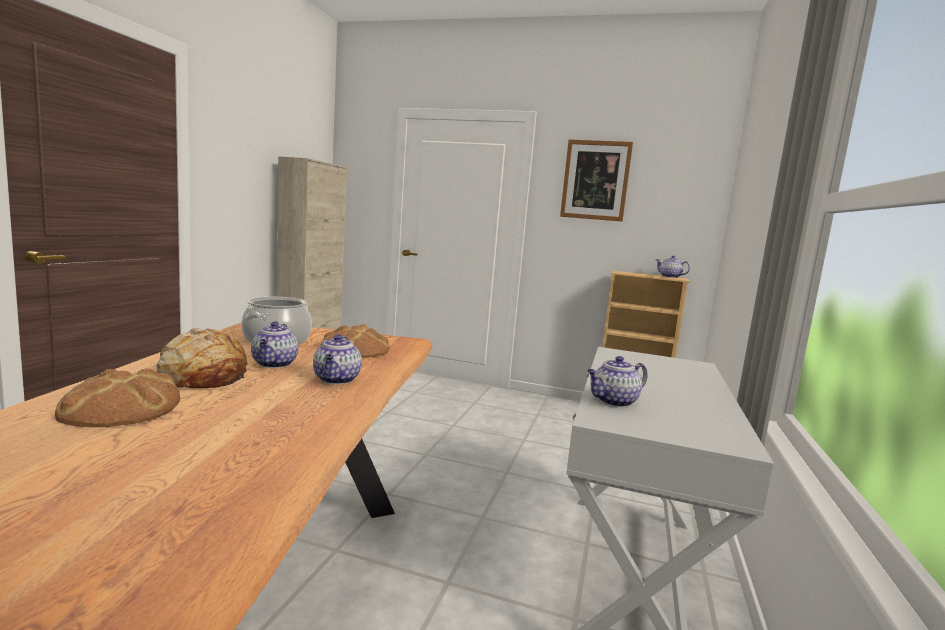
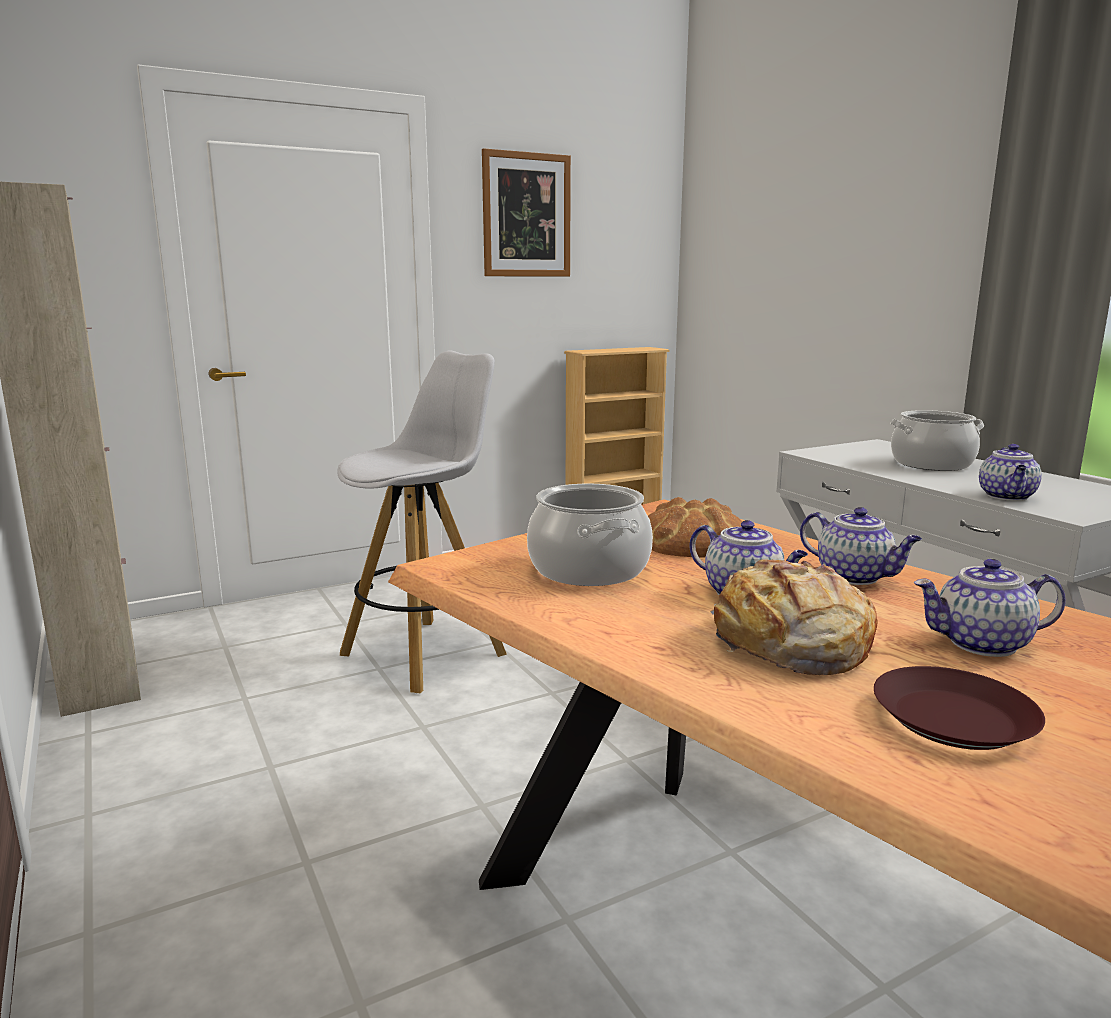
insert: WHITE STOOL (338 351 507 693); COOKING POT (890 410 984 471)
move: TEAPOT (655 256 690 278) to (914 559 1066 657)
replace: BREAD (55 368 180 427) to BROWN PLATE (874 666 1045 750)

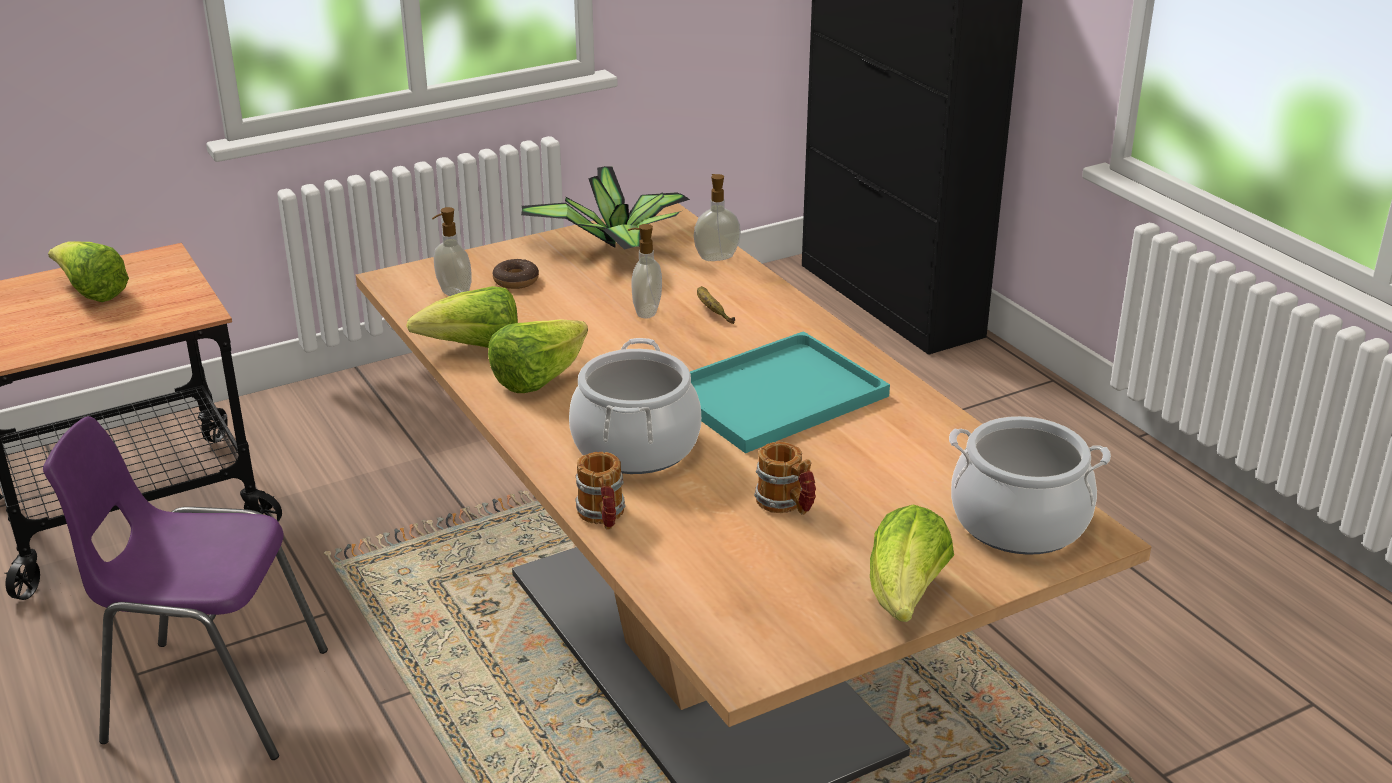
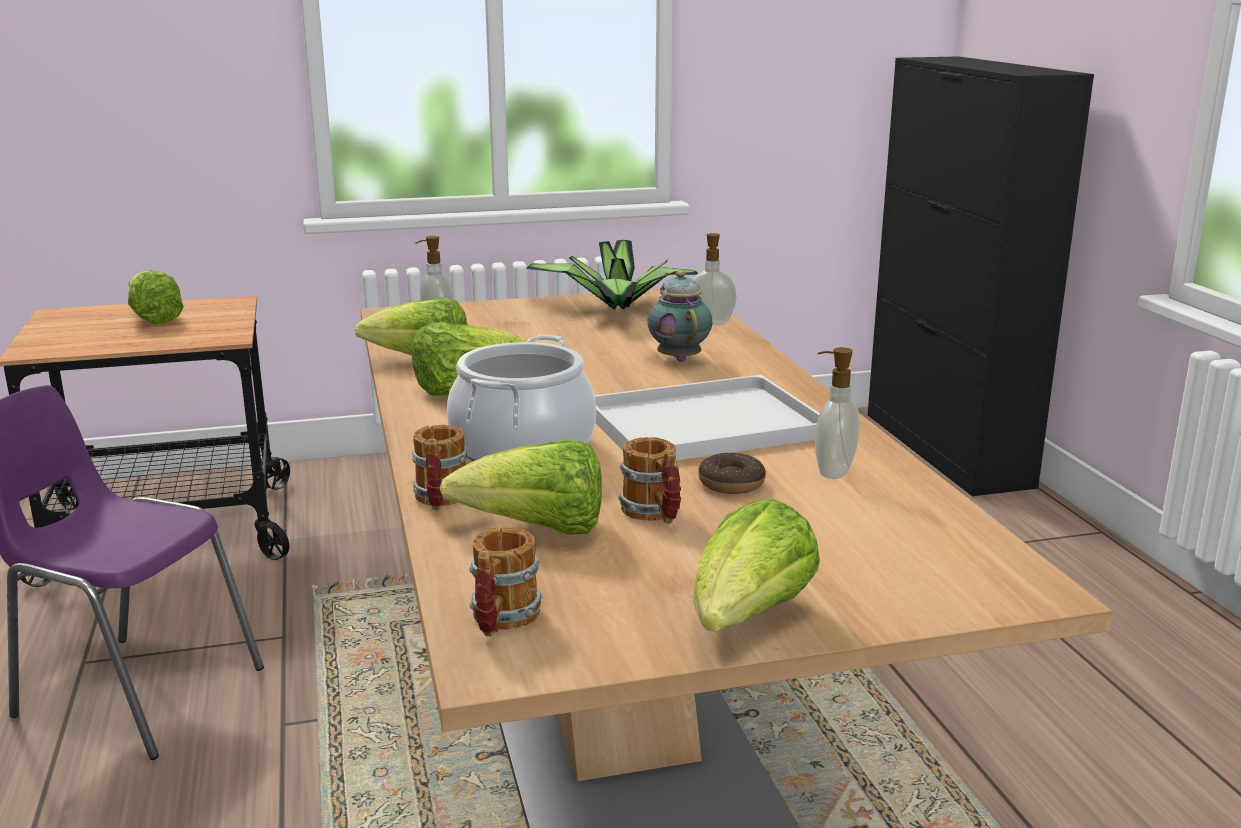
delete: COOKING POT (949 416 1111 555)
insert: LETTUCE (439 439 602 535); MUG (469 527 542 637)
move: DONUT (493 259 539 289) to (698 453 766 494); SOAP DISPENSER (628 224 662 318) to (815 347 860 479)
replace: BANANA (697 286 735 324) to TEAPOT (647 271 712 362)
recolor: TURQUOISE TRAY (690 331 890 453) to WHITE TRAY (594 375 819 461)

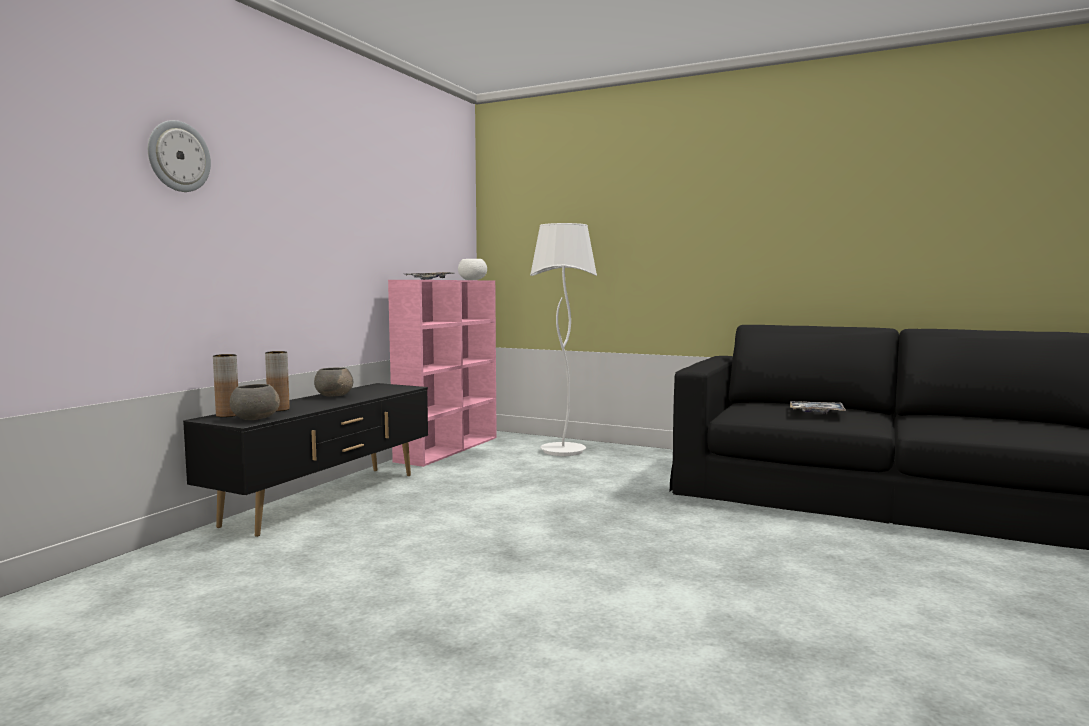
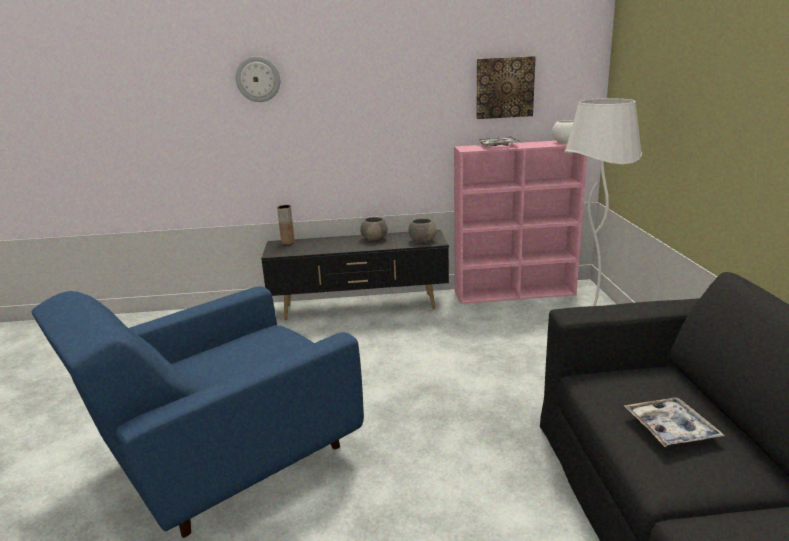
delete: BROWN VASE (265 351 290 411)
insert: BLUE ARMCHAIR (32 286 364 538); PICTURE (476 56 536 119)
move: GREY BOWL (230 384 280 420) to (408 219 437 242)

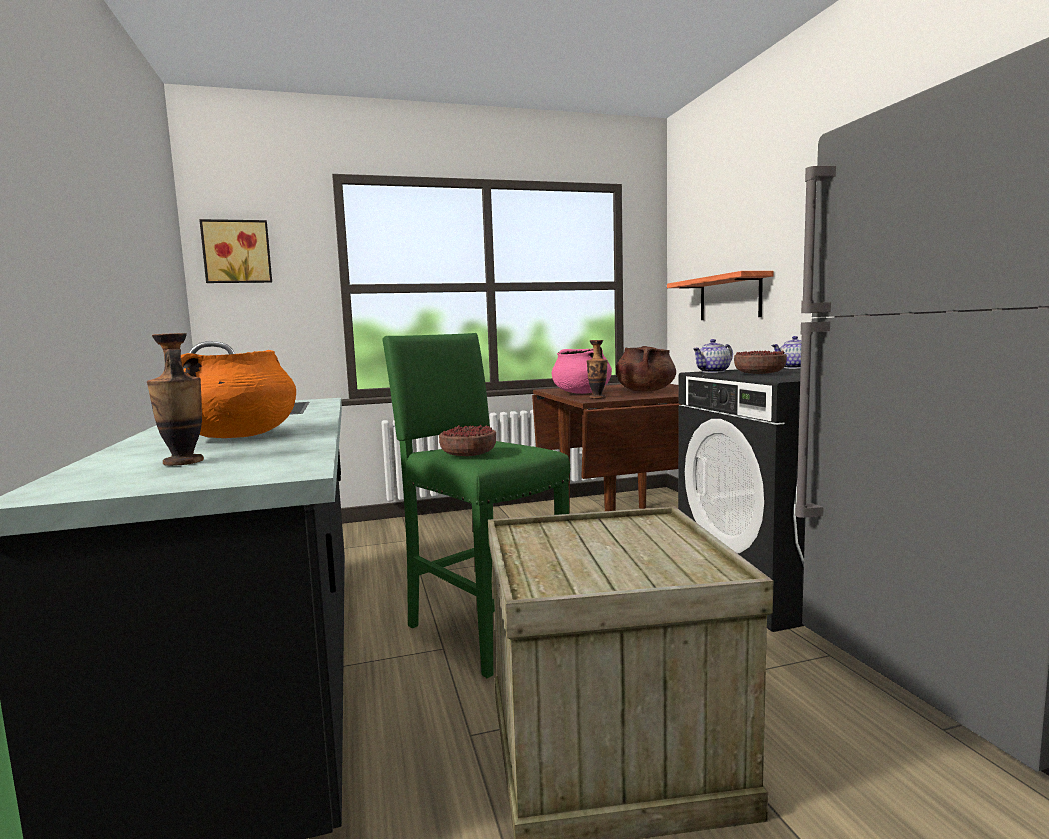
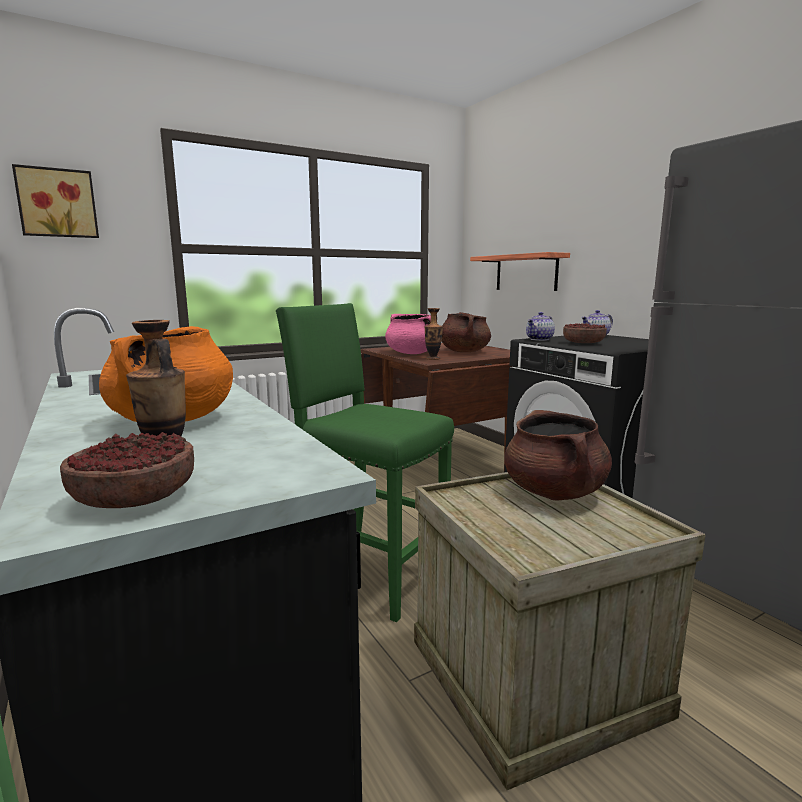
insert: BROWN COOKING POT (504 410 612 501)
move: BOWL (439 425 496 456) to (60 432 194 508)

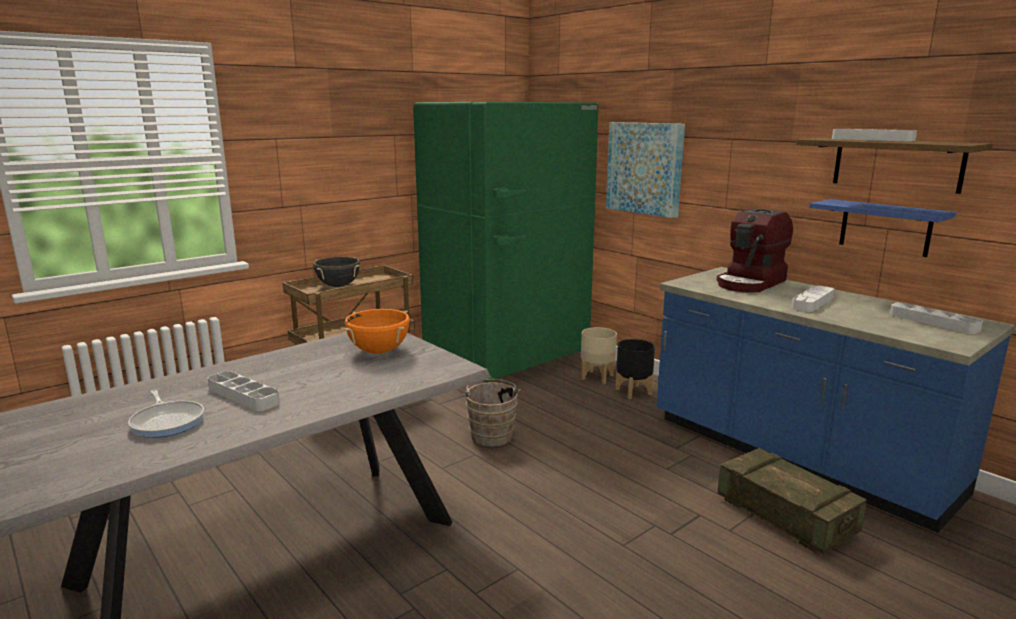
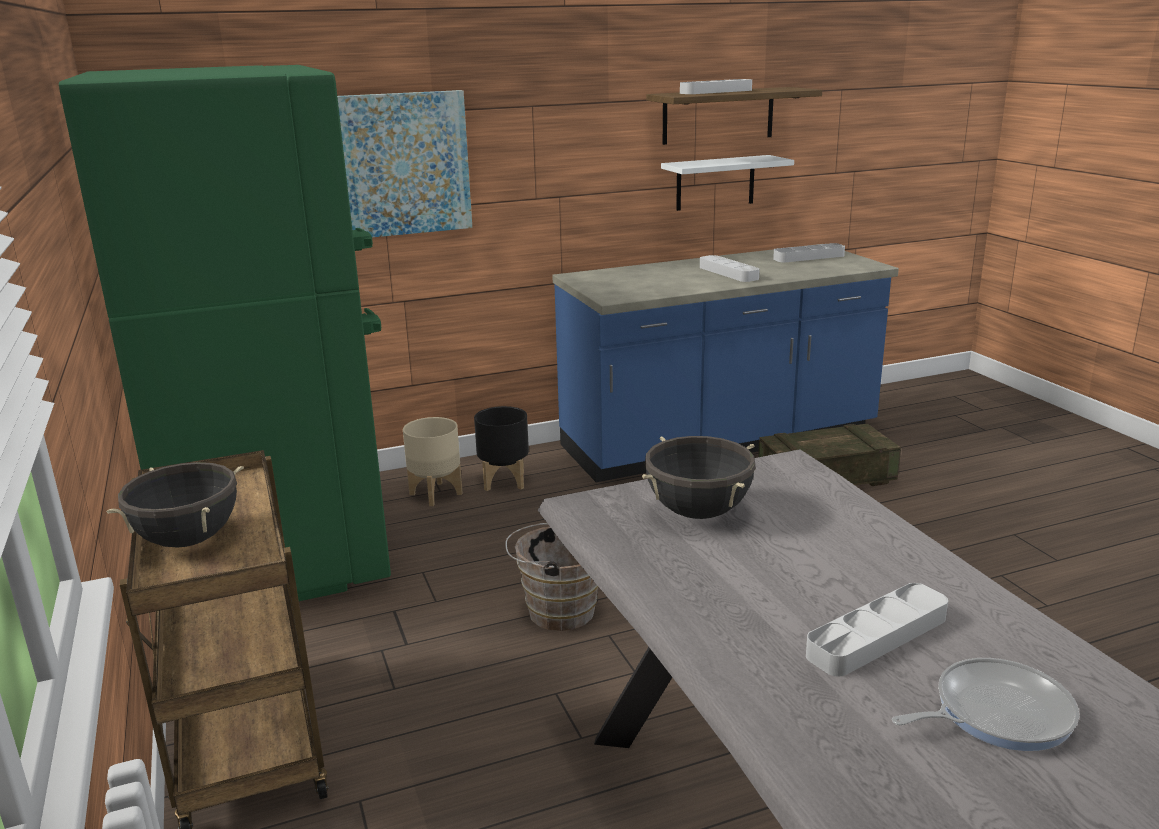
delete: COFFEE MACHINE (717 209 793 293)
recolor: ORANGE COOKING POT (344 309 410 354) to BLACK COOKING POT (642 436 756 519); BLUE SHELF (809 199 956 257) to WHITE SHELF (661 155 794 211)

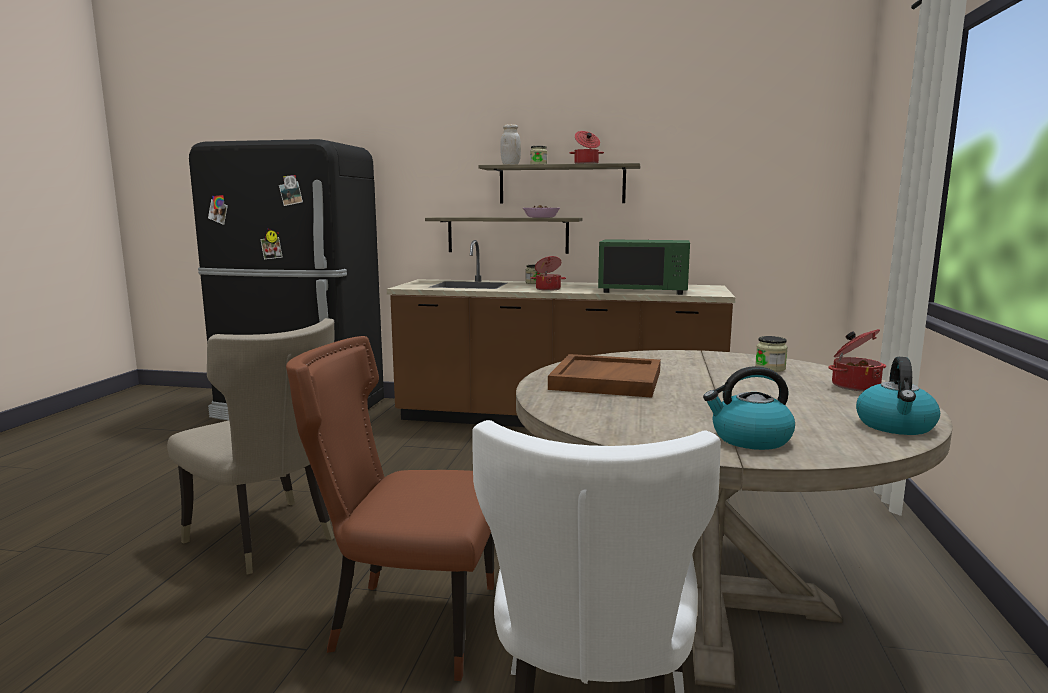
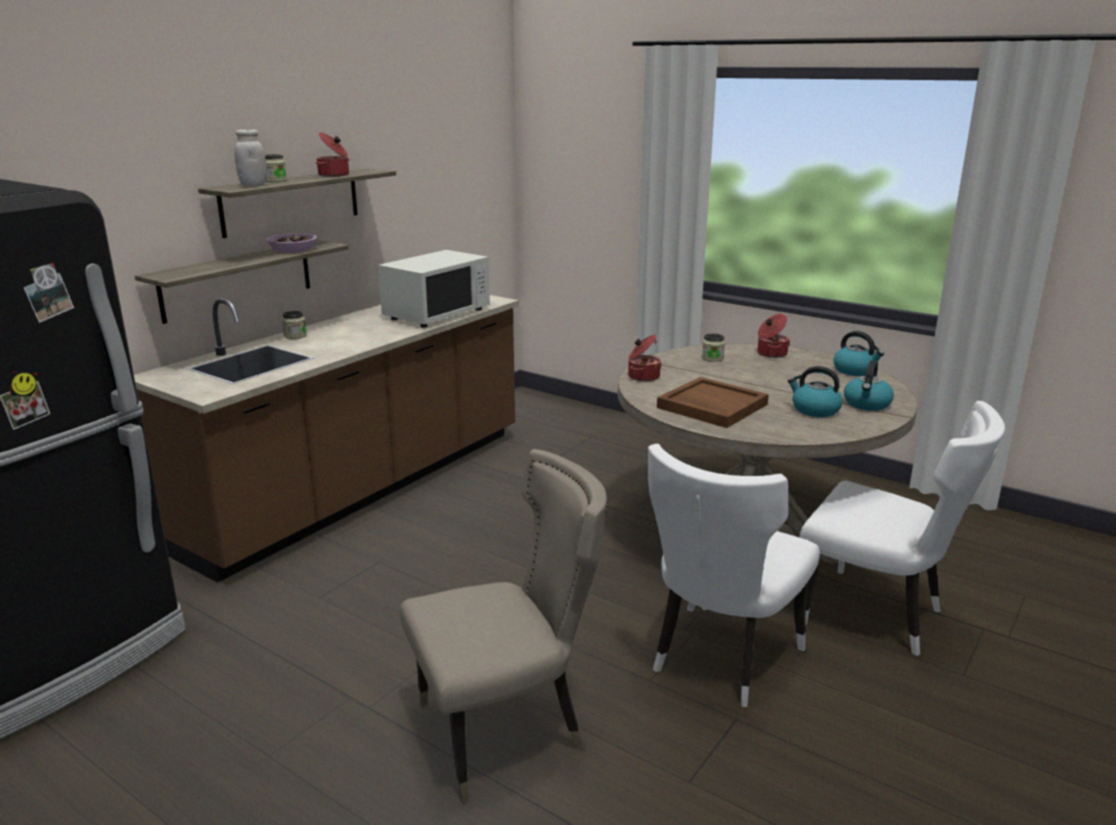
insert: KETTLE (788 366 843 417)
move: COOKING POT (531 256 566 291) to (628 335 662 382)
recolor: GREEN MICROWAVE (598 239 690 295) to WHITE MICROWAVE (378 250 490 327); BROWN CHAIR (286 336 494 681) to WHITE CHAIR (648 444 820 707)

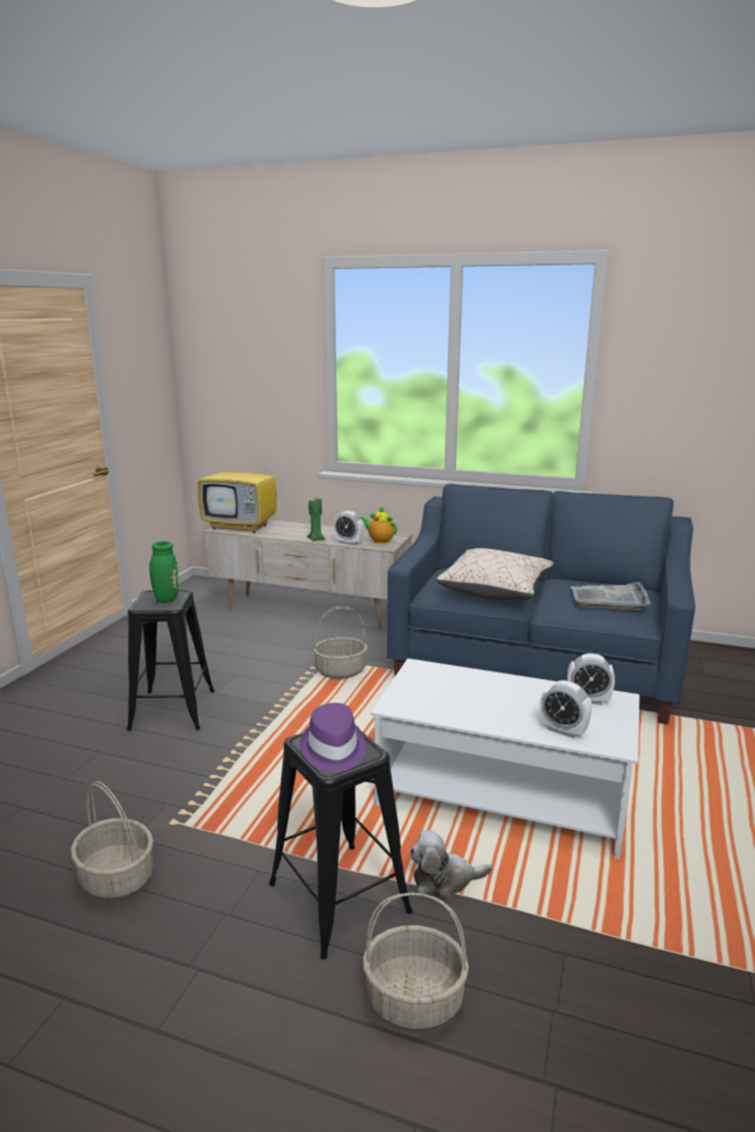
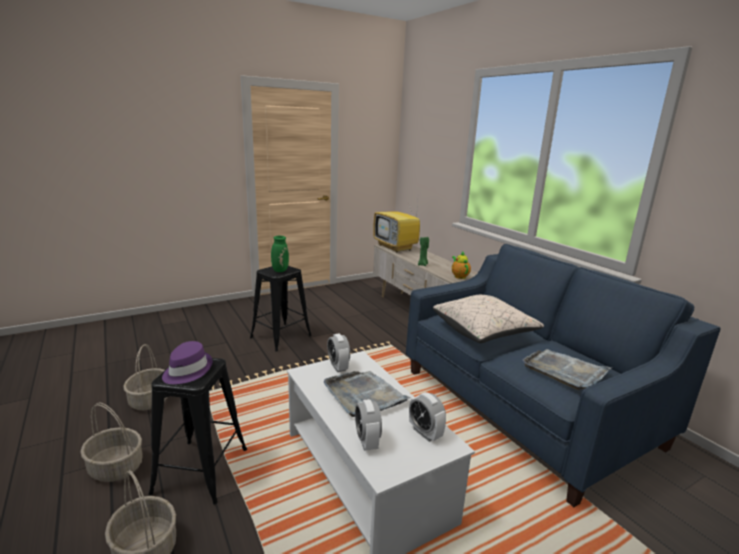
delete: PLUSH TOY (409 830 493 899)
insert: GREY TRAY (324 371 410 417)
move: BASKET (313 606 368 679) to (80 402 143 482); ALARM CLOCK (334 511 364 545) to (327 334 350 372)

